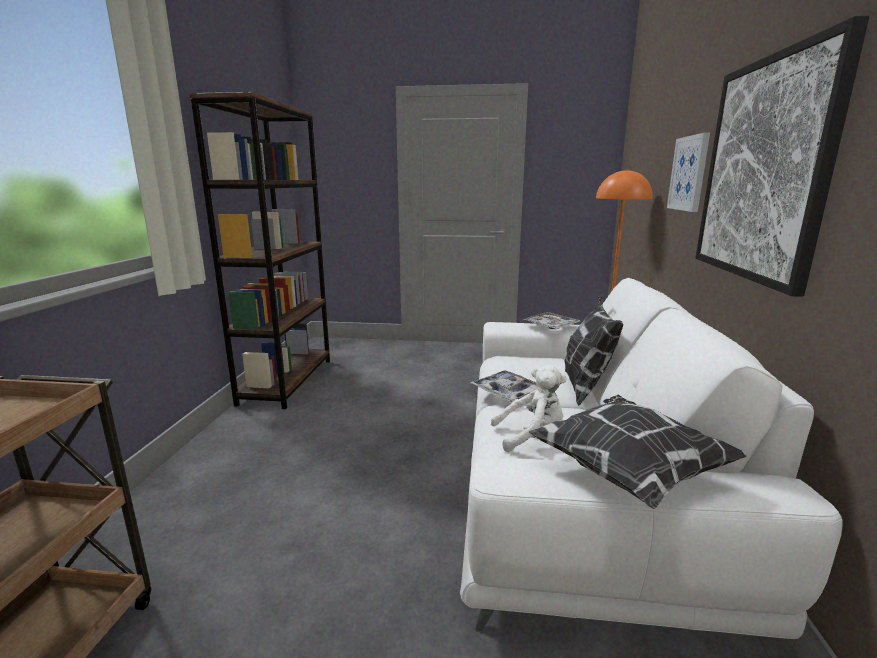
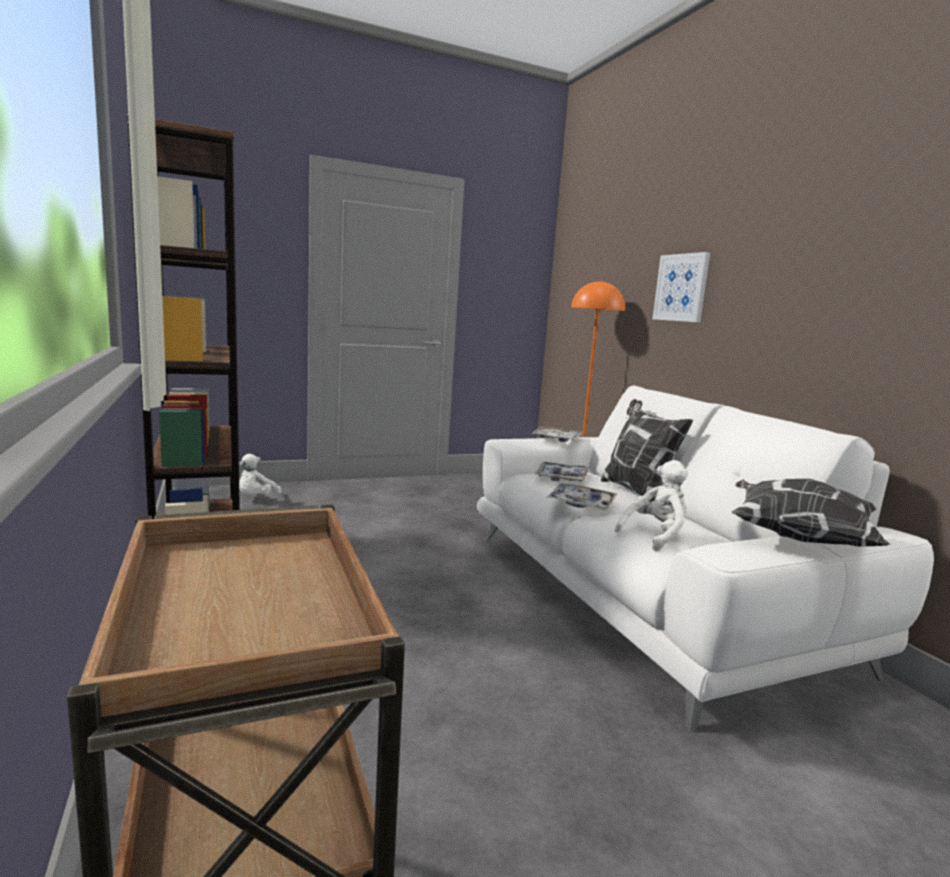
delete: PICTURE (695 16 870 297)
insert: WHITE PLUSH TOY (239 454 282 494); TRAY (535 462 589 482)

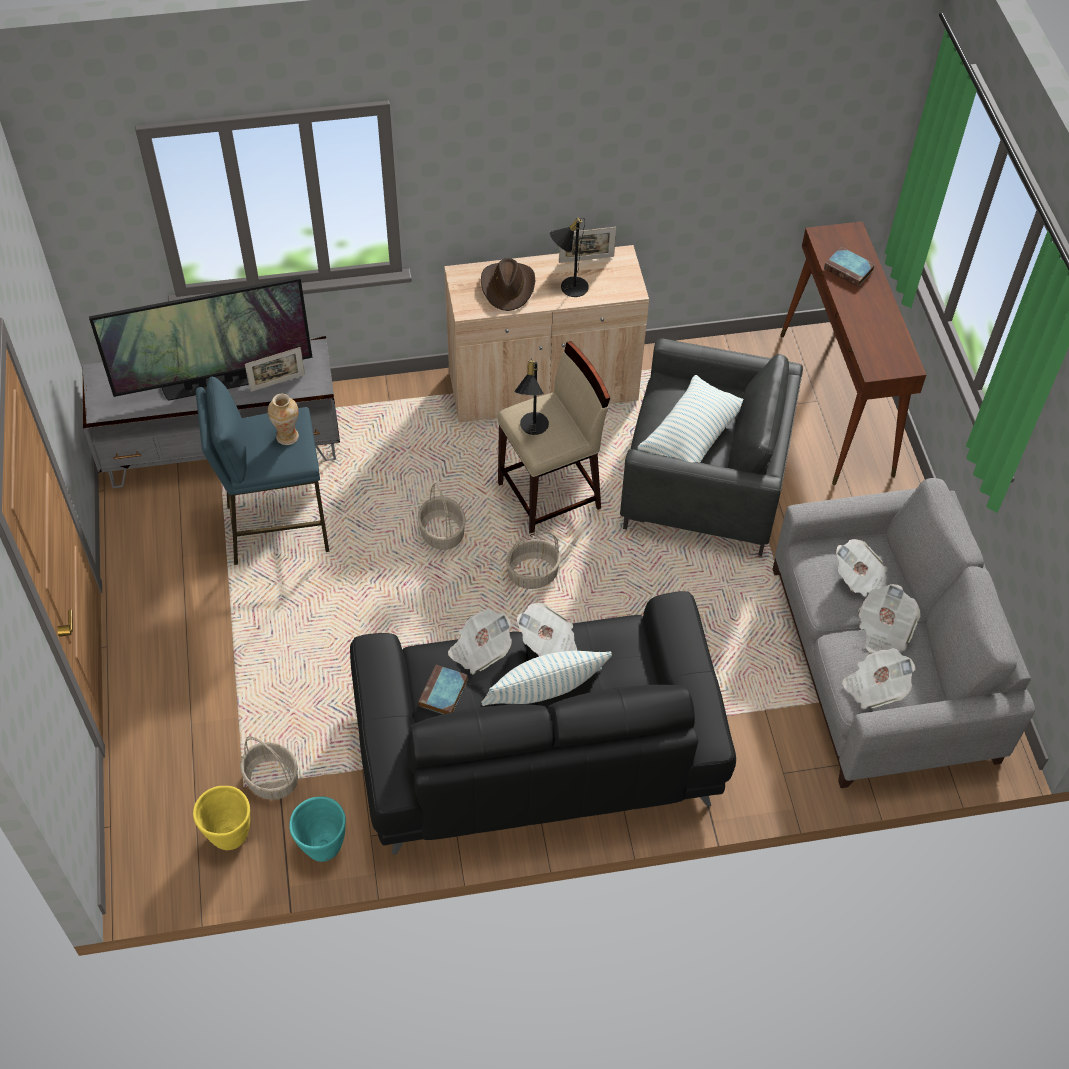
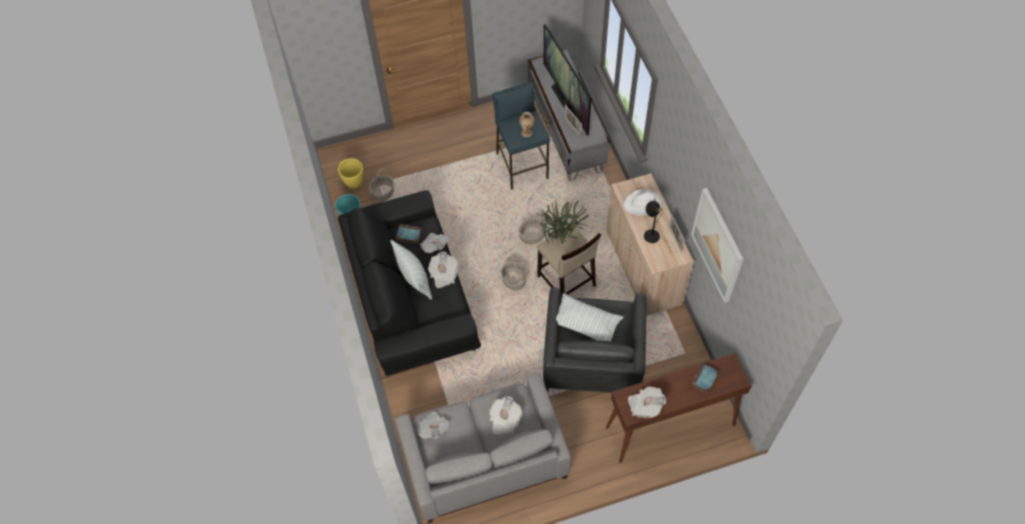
insert: PICTURE (691 188 743 303)
move: NEWSPAPER (858 584 920 652) to (628 386 666 418)
replace: BLACK TABLE LAMP (514 358 549 435) to POTTED PLANT (537 200 589 244)
recolor: BROWN HAT (481 258 535 311) to WHITE HAT (624 189 662 215)

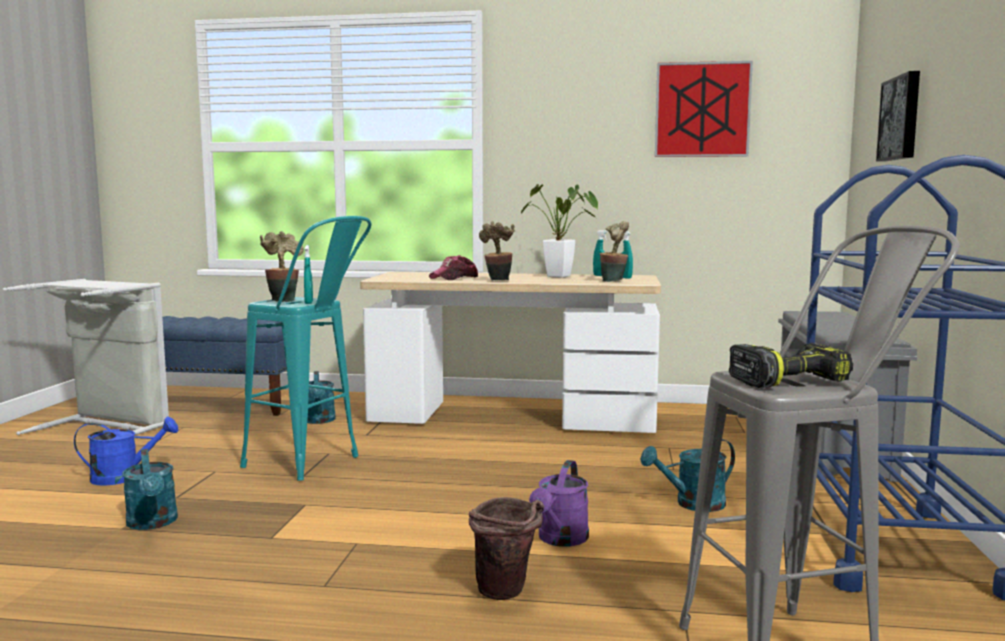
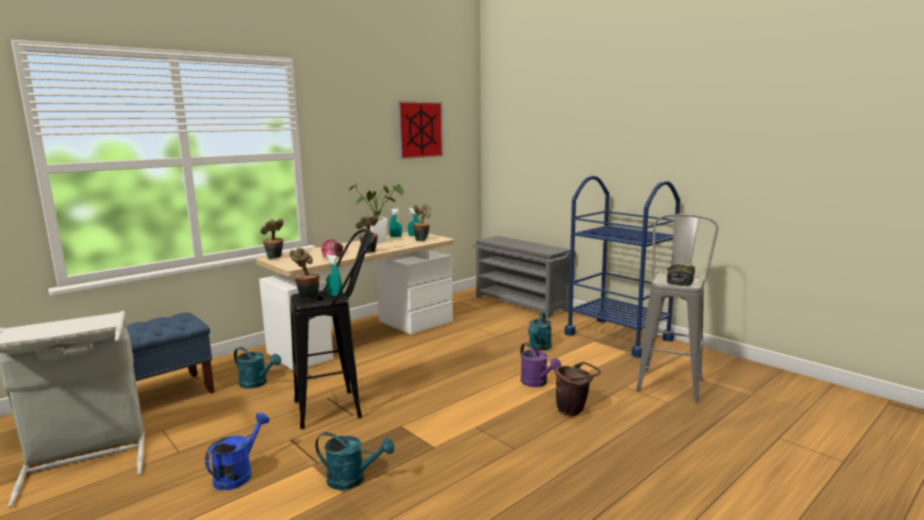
delete: PICTURE (876 71 920 161)
insert: POTTED PLANT (260 219 283 259)
recolor: TURQUOISE STOOL (240 216 372 481) to BLACK STOOL (290 229 374 429)

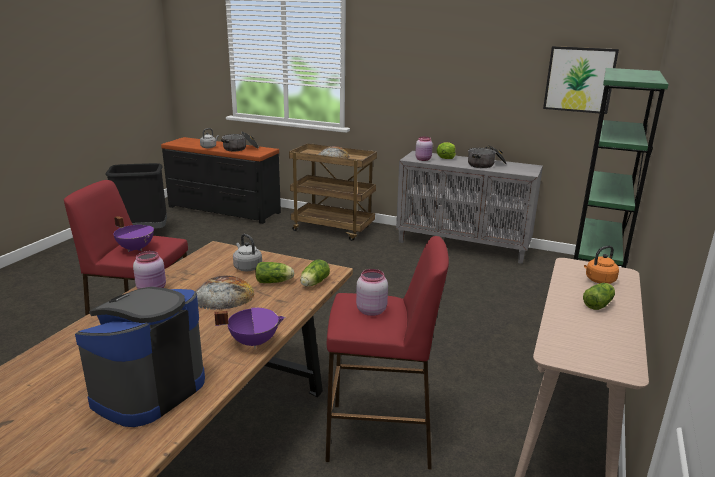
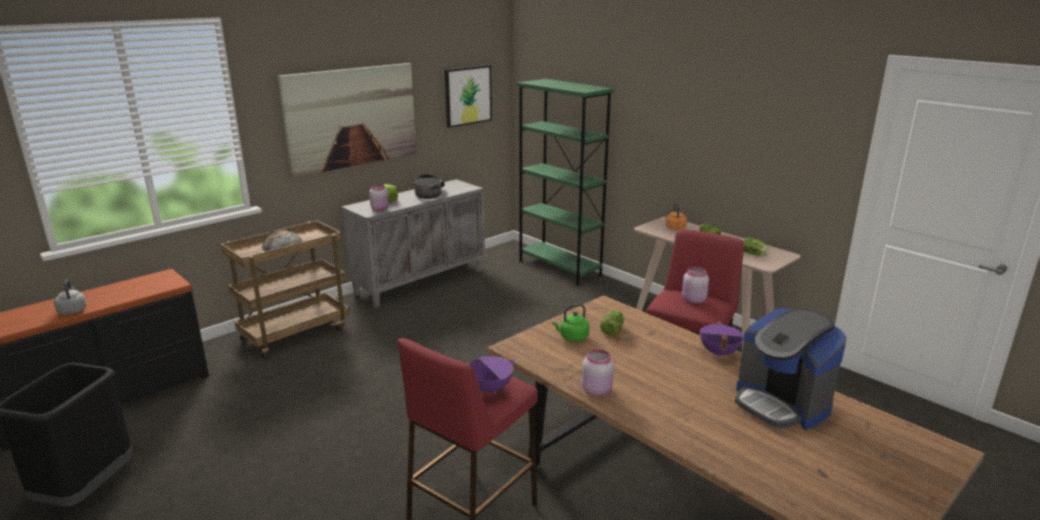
delete: BREAD (195 276 254 310); COOKING POT (221 131 259 151)
insert: PICTURE (278 63 416 178)
move: LETTUCE (300 259 330 287) to (743 237 770 256)
recolor: GREY KETTLE (233 234 262 271) to GREEN KETTLE (552 304 590 342)

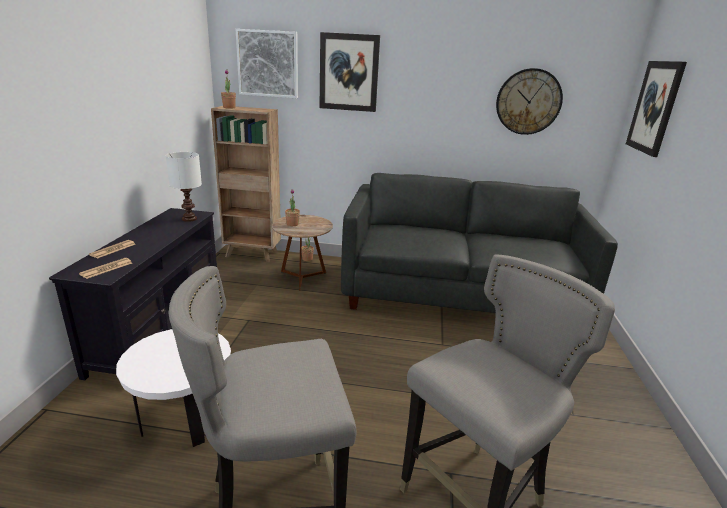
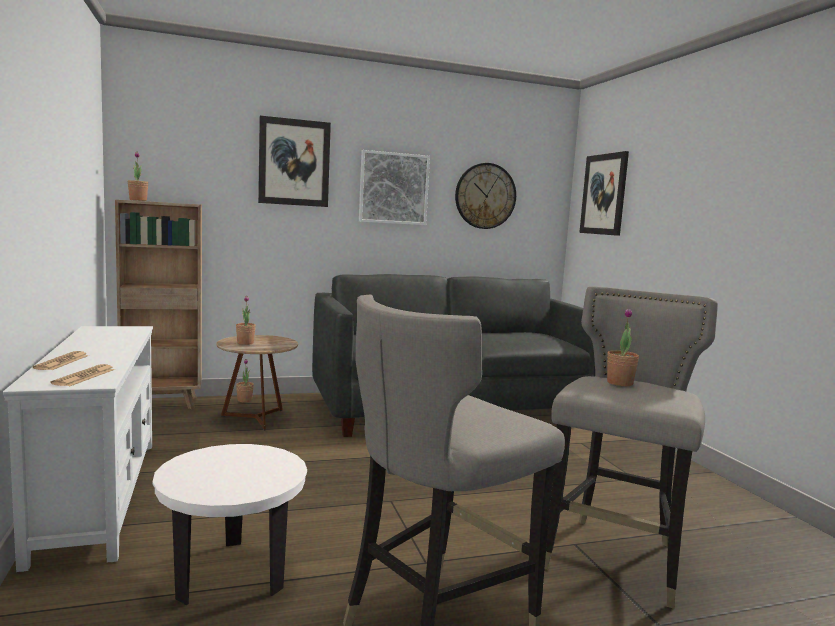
delete: WHITE TABLE LAMP (166 152 202 222)
insert: POTTED PLANT (607 309 639 386)
move: PICTURE (236 29 298 98) to (359 150 430 225)
recolor: BLACK TV STAND (49 208 217 380) to WHITE TV STAND (3 326 153 572)

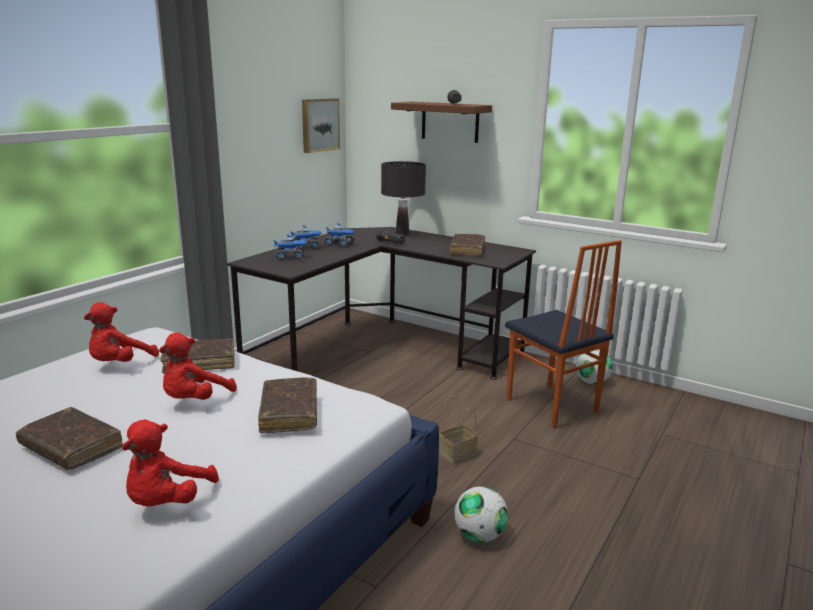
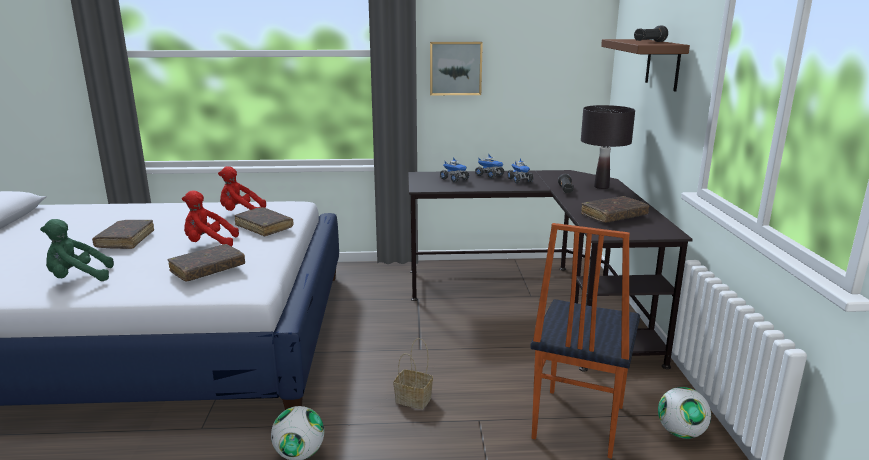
move: PICTURE (302 98 340 153) to (430 42 483 95)
recolor: RED PLUSH TOY (122 419 219 506) to GREEN PLUSH TOY (40 219 114 281)

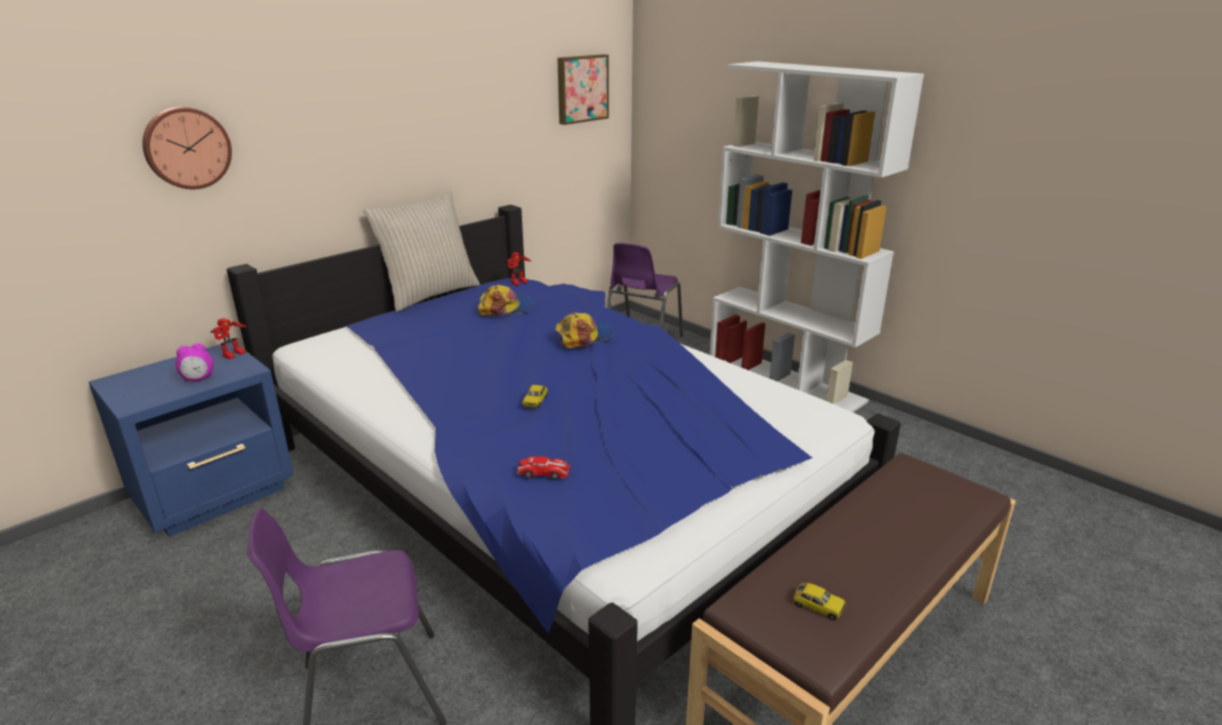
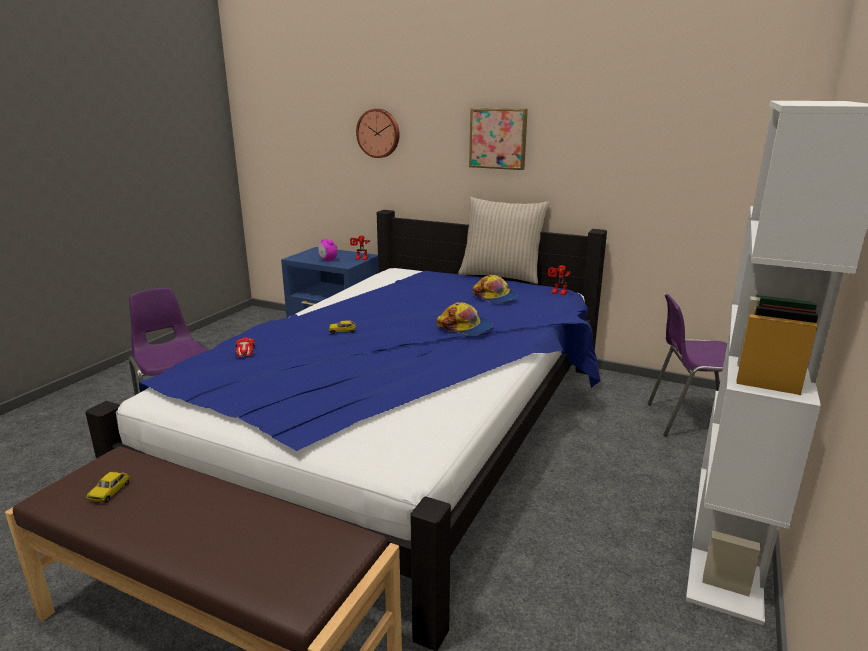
move: PICTURE (557 54 609 125) to (469 108 528 170)

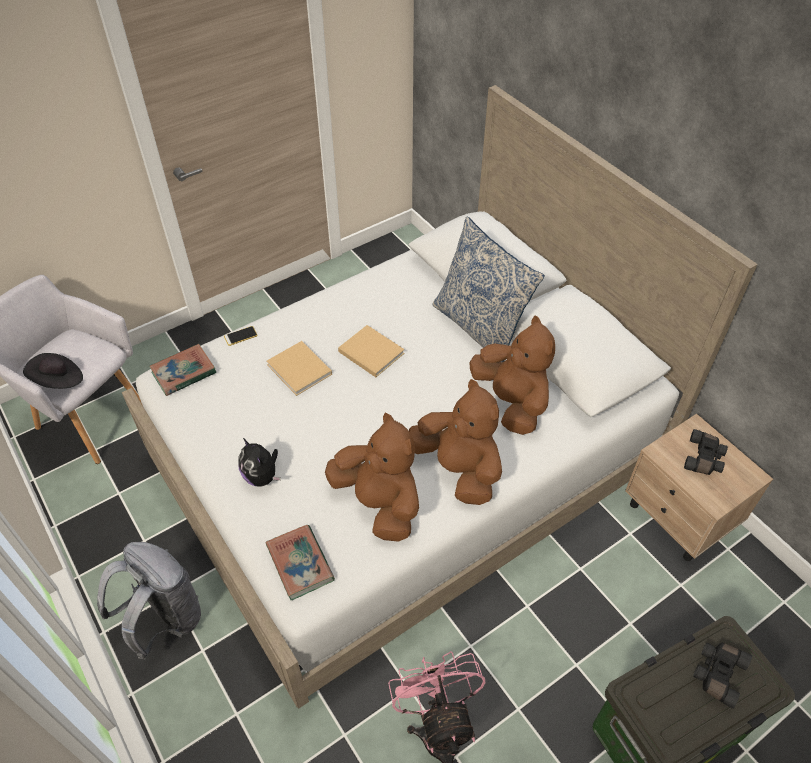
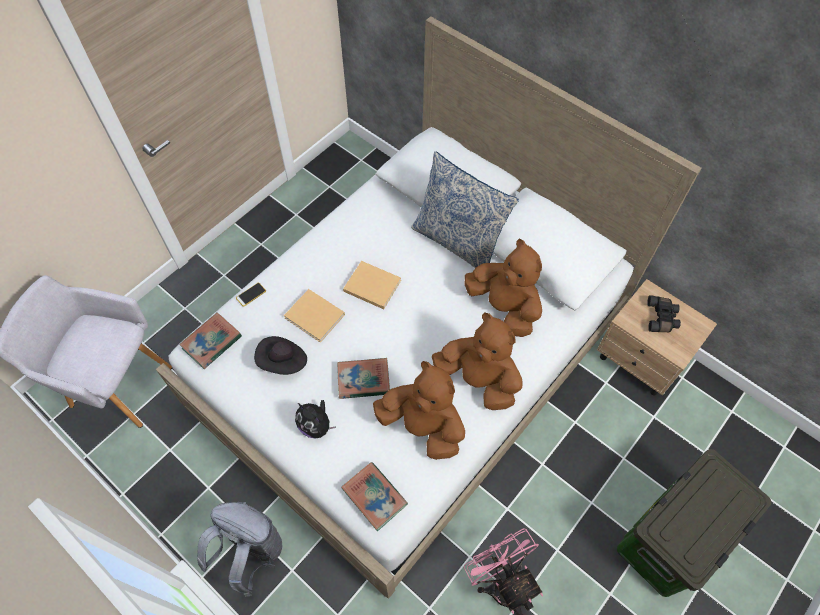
delete: BLACK BINOCULARS (693 643 752 709)
insert: BOOK (337 358 390 399)
move: BLACK HAT (23 353 83 389) to (254 336 307 375)

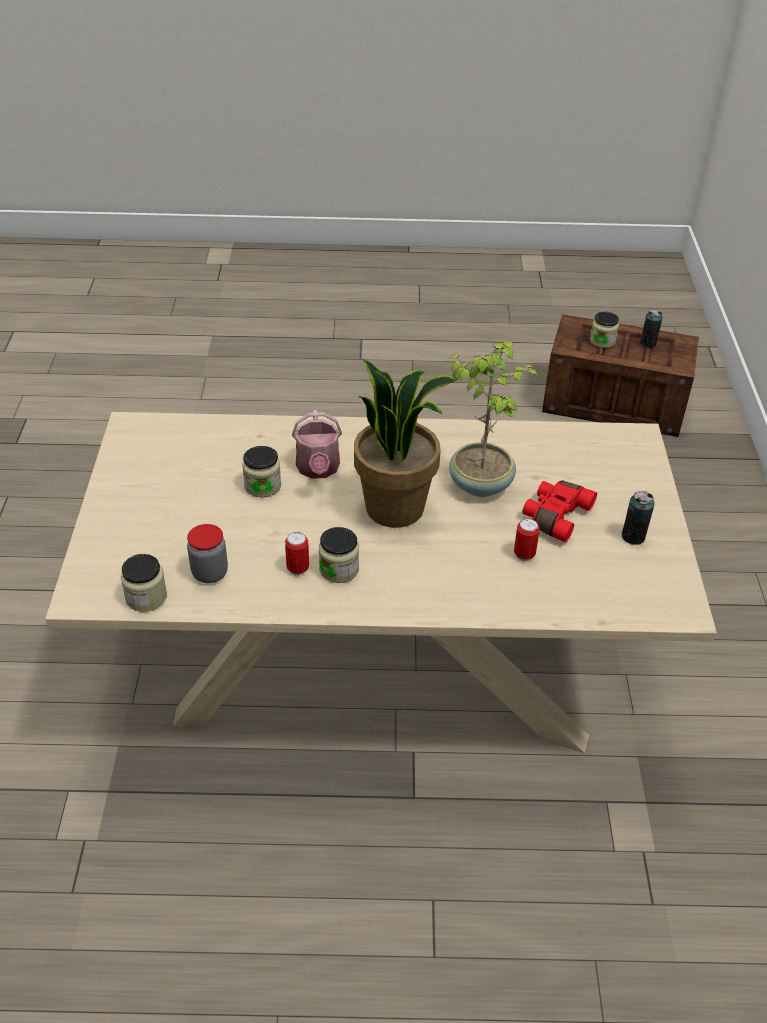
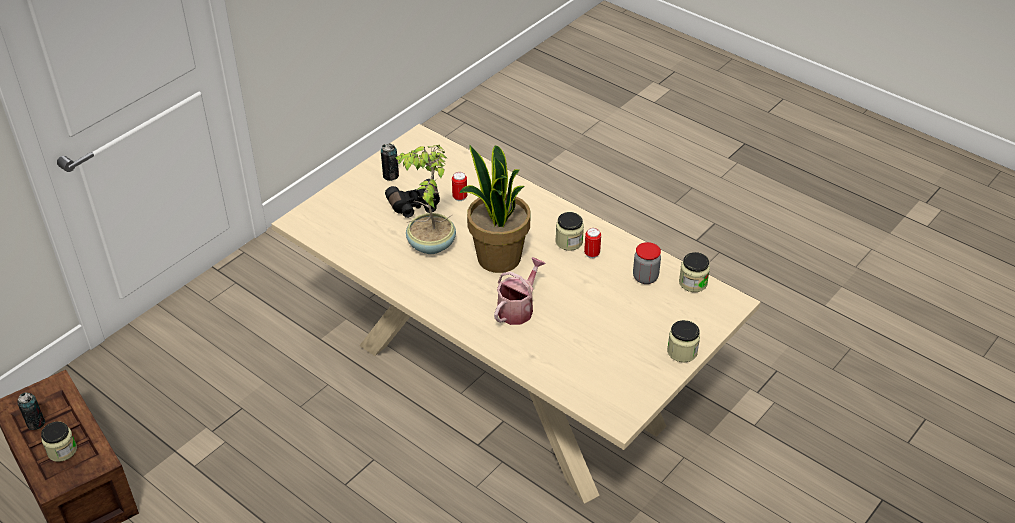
move: JAR (242 446 281 497) to (667 320 700 362)
recolor: RED BINOCULARS (522 480 597 542) to BLACK BINOCULARS (385 179 440 218)

